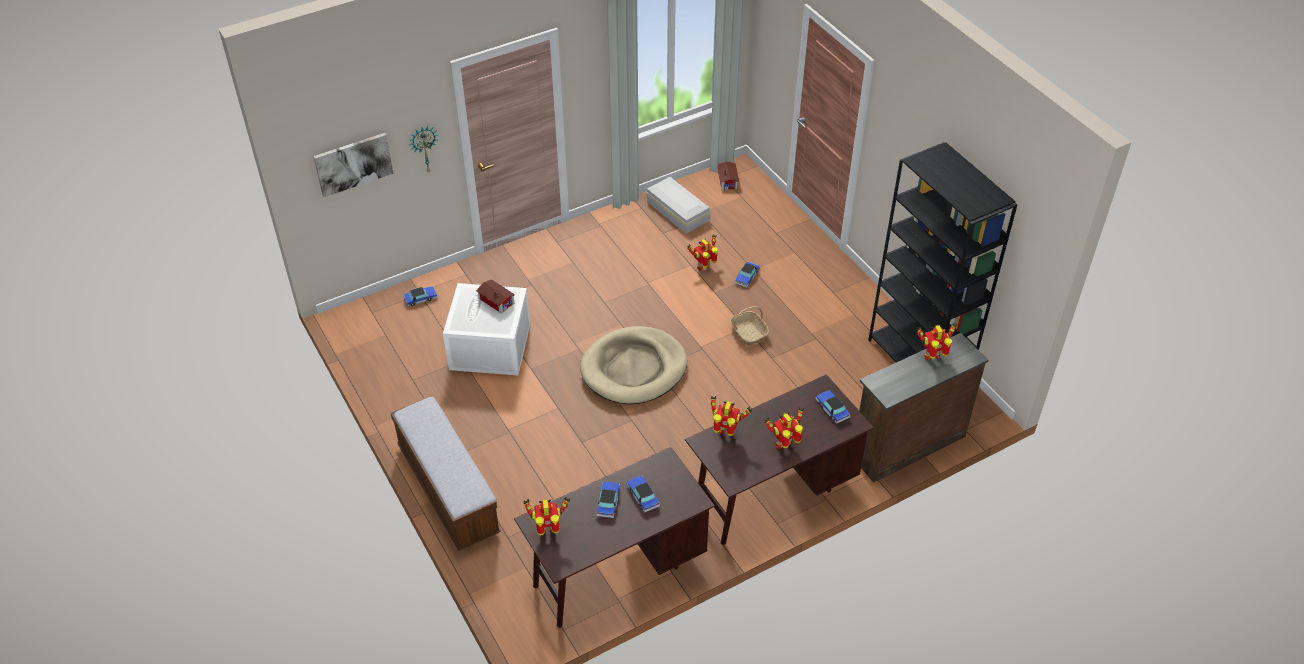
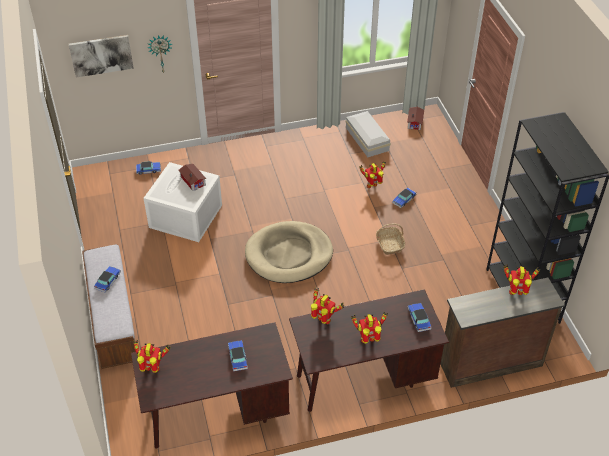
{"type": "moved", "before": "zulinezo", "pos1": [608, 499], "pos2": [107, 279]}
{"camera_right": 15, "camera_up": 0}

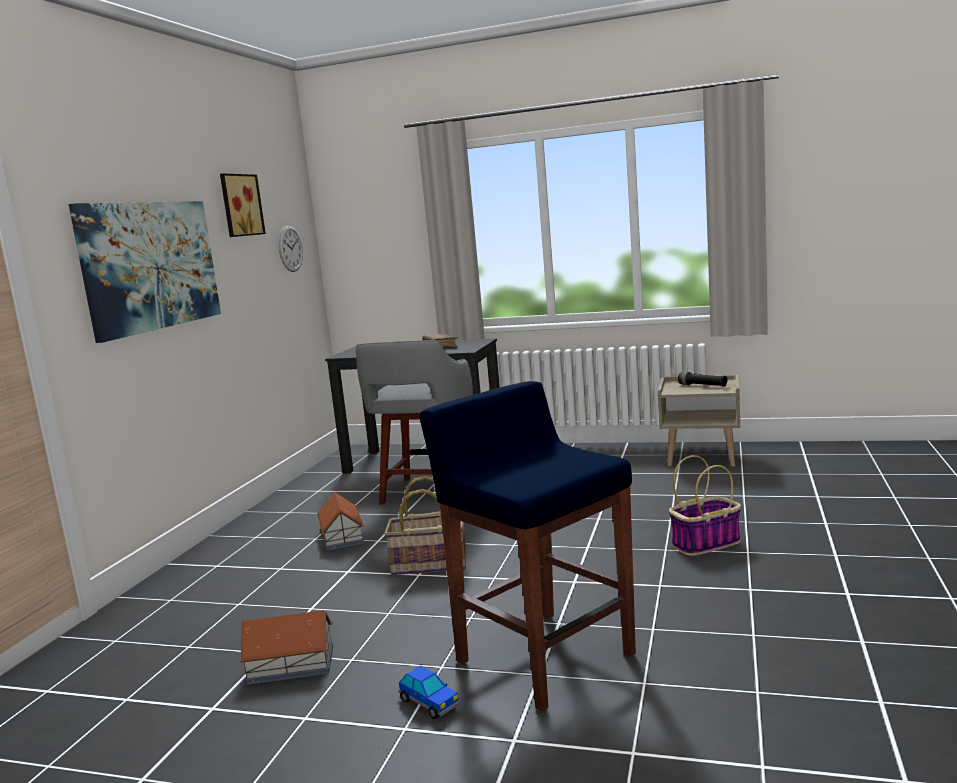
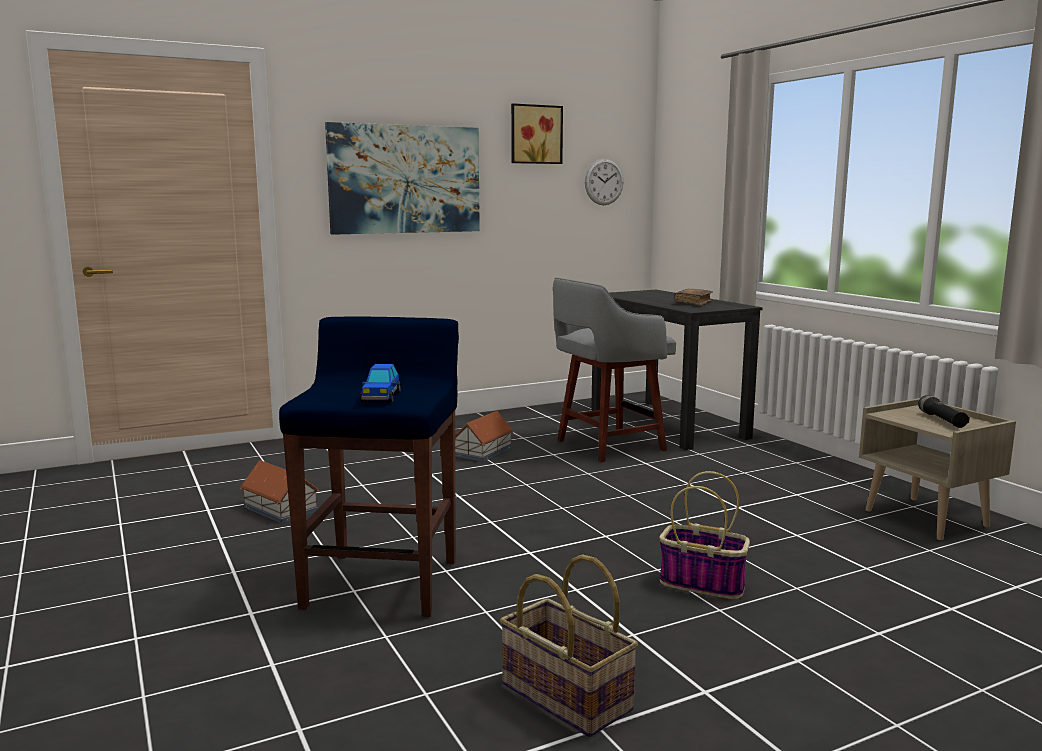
{"type": "moved", "before": "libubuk", "pos1": [425, 525], "pos2": [569, 646]}
{"type": "moved", "before": "zulinezo", "pos1": [430, 692], "pos2": [380, 383]}
{"camera_right": 45, "camera_up": 0}

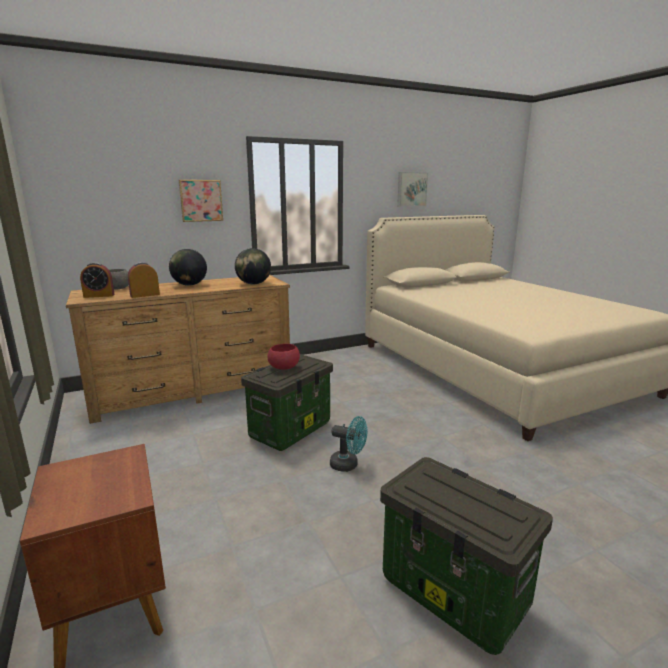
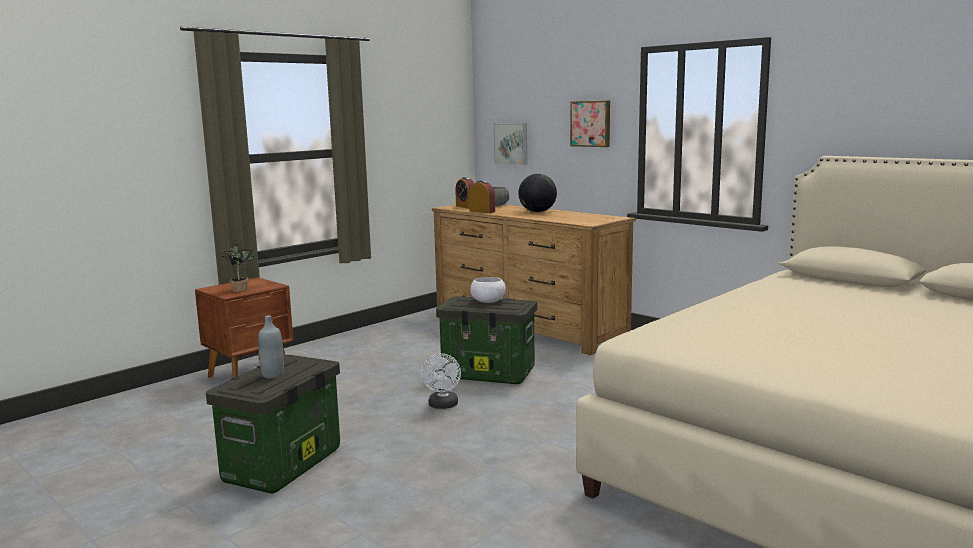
{"type": "removed", "before": "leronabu", "pos1": [253, 266]}
{"type": "added", "after": "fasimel", "pos2": [238, 268]}
{"type": "added", "after": "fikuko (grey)", "pos2": [271, 347]}
{"type": "moved", "before": "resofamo", "pos1": [412, 189], "pos2": [510, 144]}
{"type": "recoloured", "before": "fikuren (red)", "after": "fikuren (white)", "pos1": [283, 357], "pos2": [488, 290]}
{"type": "recoloured", "before": "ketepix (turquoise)", "after": "ketepix (white)", "pos1": [349, 444], "pos2": [441, 381]}
{"camera_right": 70, "camera_up": -5}

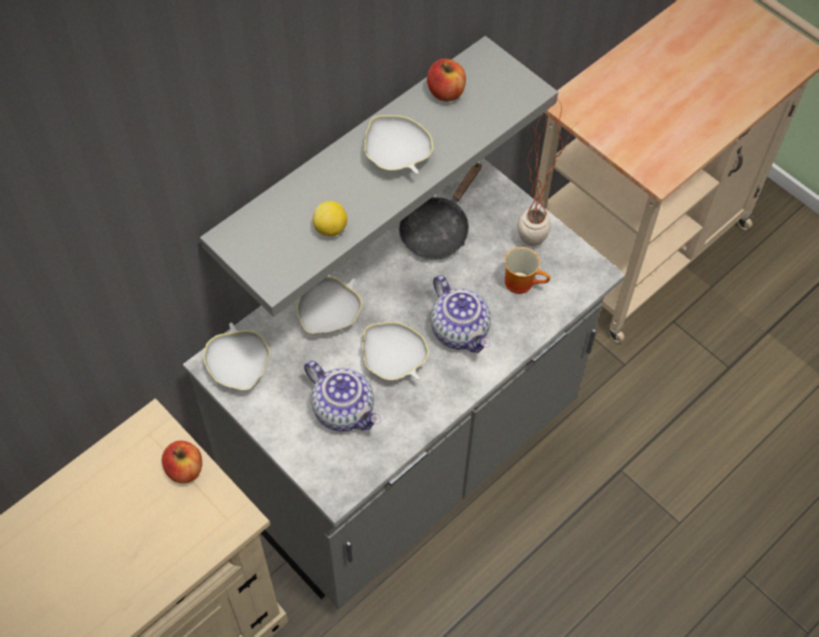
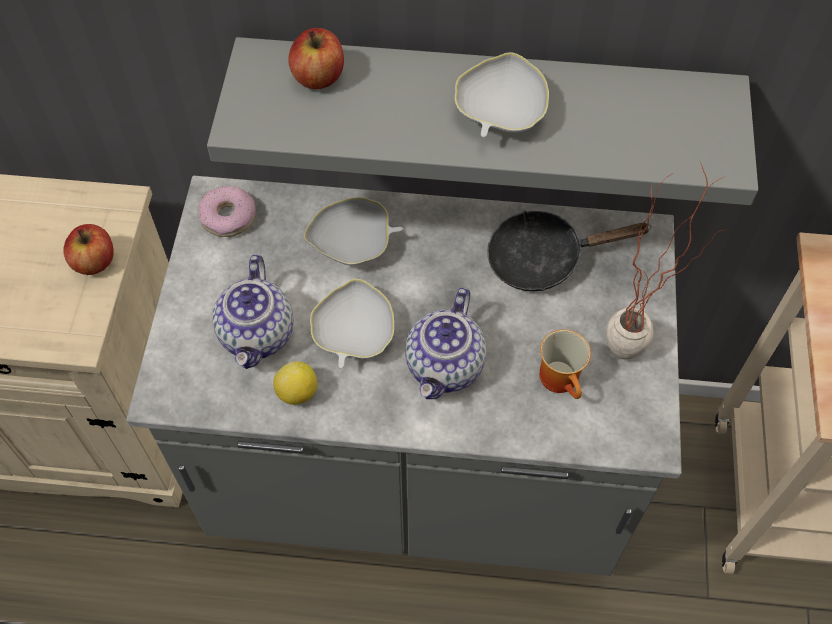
{"type": "moved", "before": "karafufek", "pos1": [330, 218], "pos2": [295, 383]}
{"type": "moved", "before": "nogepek", "pos1": [446, 80], "pos2": [316, 58]}
{"type": "replaced", "before": "fikuren (white)", "after": "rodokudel", "pos1": [236, 357], "pos2": [227, 211]}
{"camera_right": 50, "camera_up": 0}

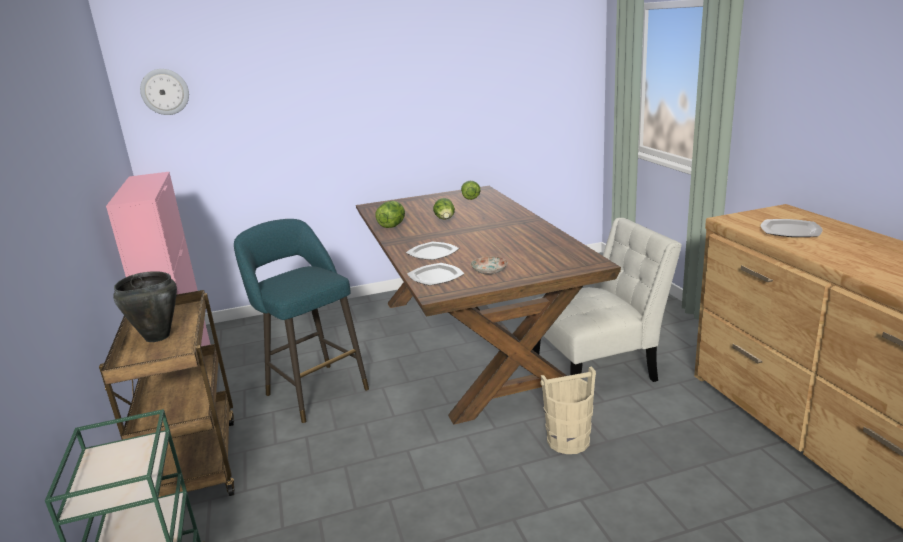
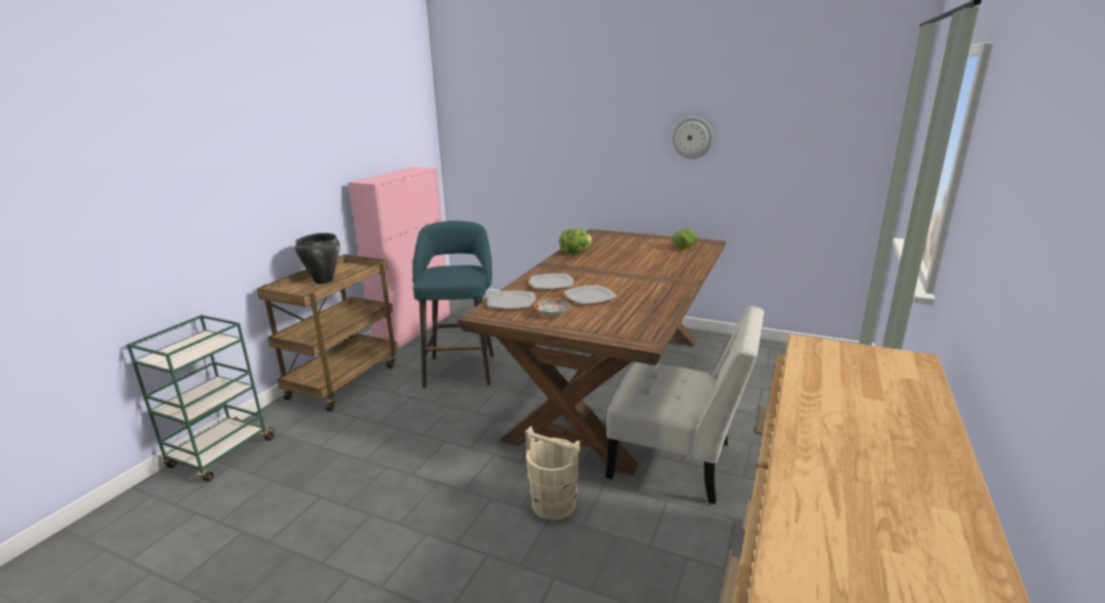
{"type": "removed", "before": "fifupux", "pos1": [444, 209]}
{"type": "moved", "before": "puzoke", "pos1": [164, 92], "pos2": [692, 137]}
{"type": "moved", "before": "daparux", "pos1": [792, 228], "pos2": [590, 294]}
{"camera_right": 40, "camera_up": 0}

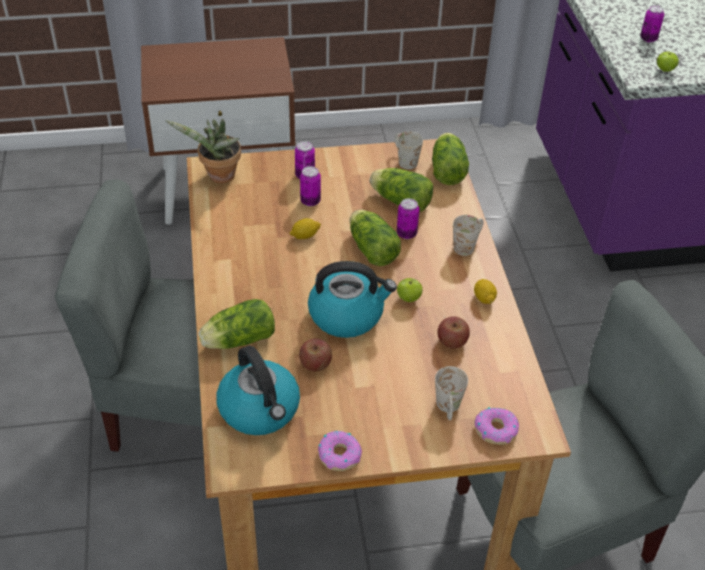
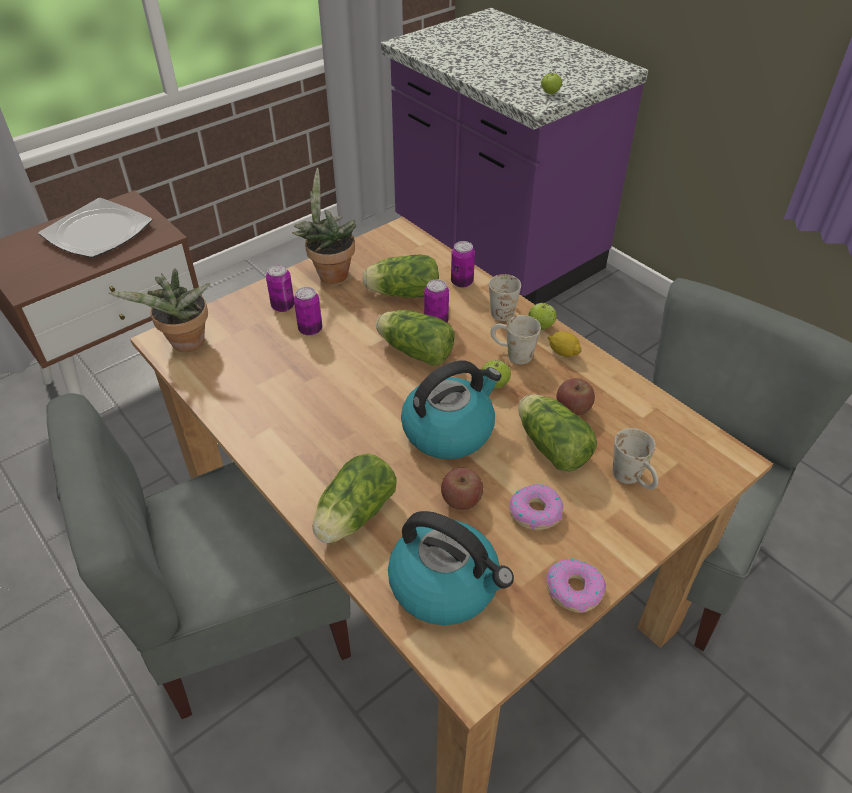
{"type": "removed", "before": "karafufek", "pos1": [305, 228]}
{"type": "added", "after": "daparux", "pos2": [95, 228]}
{"type": "added", "after": "fasimel", "pos2": [324, 225]}
{"type": "added", "after": "nogepek", "pos2": [542, 316]}
{"type": "moved", "before": "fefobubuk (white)", "pos1": [408, 150], "pos2": [515, 339]}
{"type": "moved", "before": "fifupux", "pos1": [450, 159], "pos2": [557, 433]}
{"type": "moved", "before": "rodokudel", "pos1": [496, 426], "pos2": [536, 507]}
{"type": "moved", "before": "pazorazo", "pos1": [652, 23], "pos2": [463, 264]}
{"camera_right": -30, "camera_up": 0}

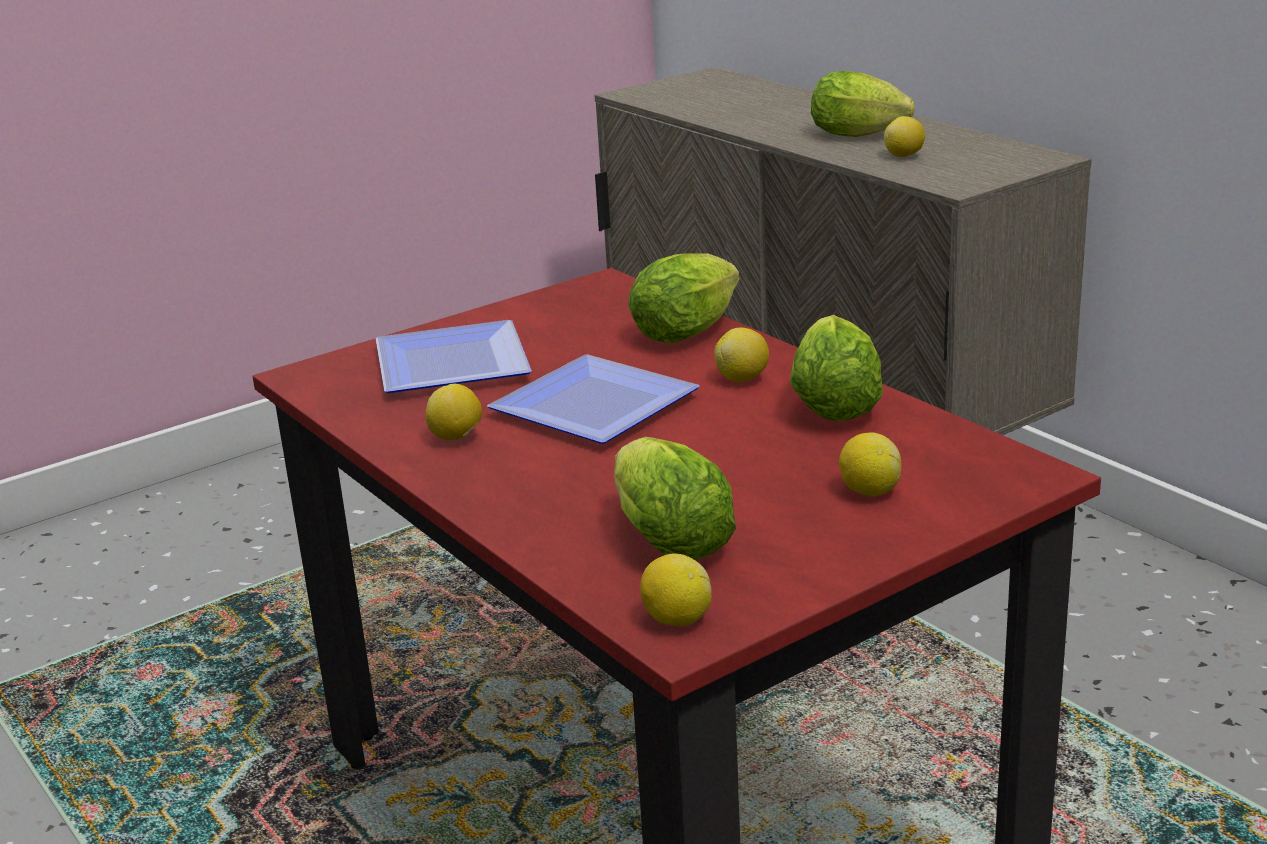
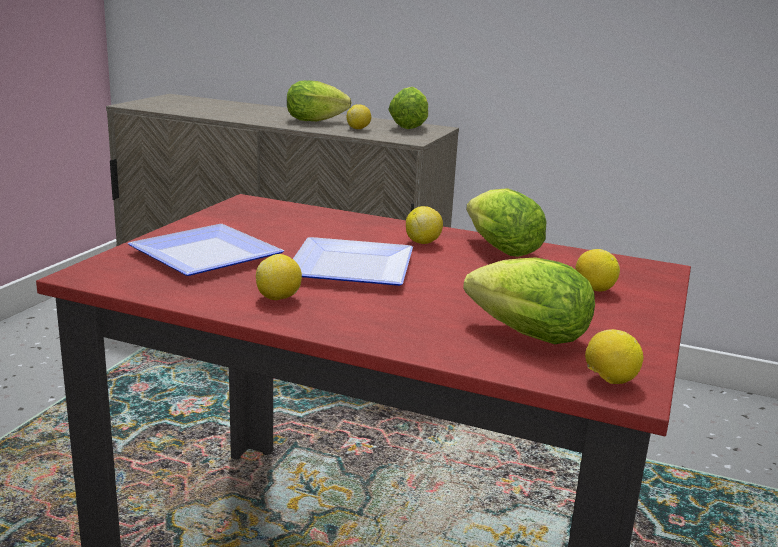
{"type": "moved", "before": "fifupux", "pos1": [683, 298], "pos2": [408, 108]}
{"camera_right": -35, "camera_up": -5}

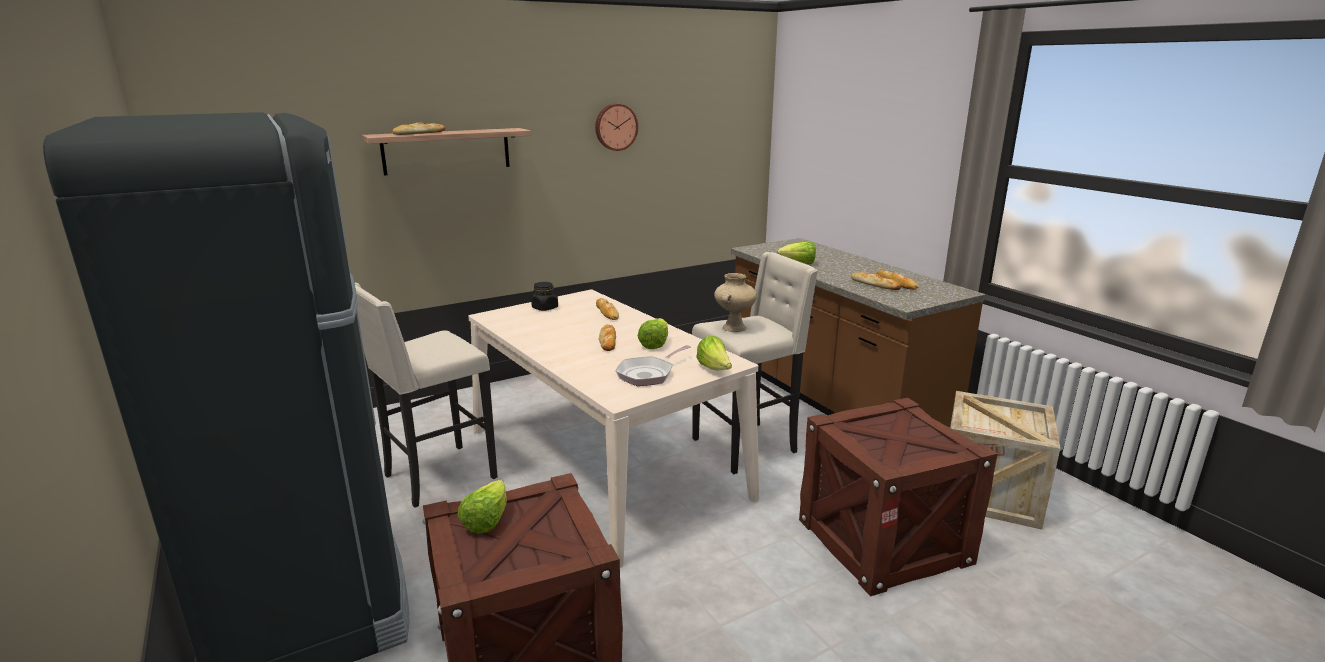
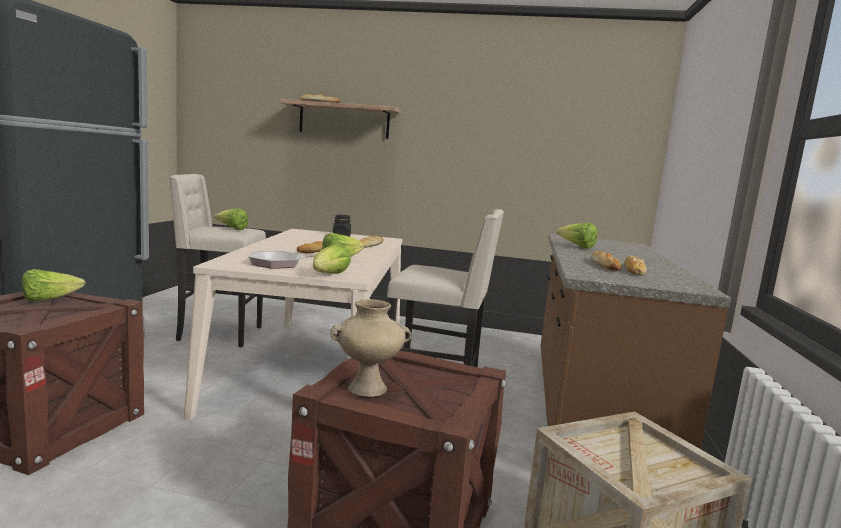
{"type": "removed", "before": "puzoke", "pos1": [616, 127]}
{"type": "added", "after": "fifupux", "pos2": [231, 219]}
{"type": "moved", "before": "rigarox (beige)", "pos1": [735, 302], "pos2": [370, 348]}
{"camera_right": 40, "camera_up": -10}

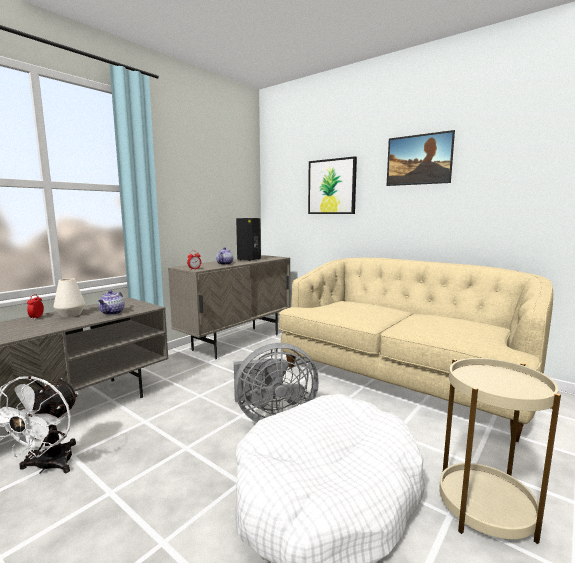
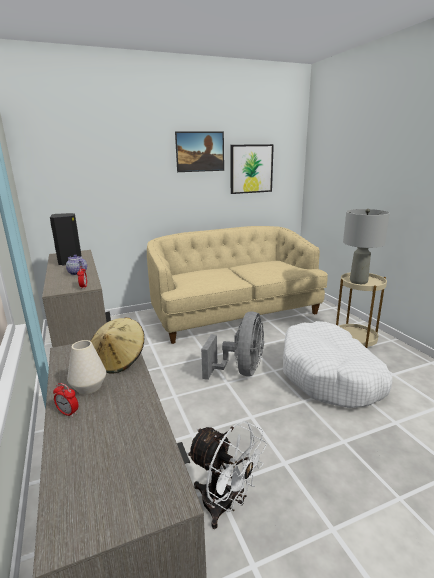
{"type": "added", "after": "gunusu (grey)", "pos2": [366, 246]}
{"type": "moved", "before": "resofamo", "pos1": [332, 185], "pos2": [252, 169]}
{"type": "replaced", "before": "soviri", "after": "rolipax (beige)", "pos1": [111, 302], "pos2": [117, 345]}
{"camera_right": -60, "camera_up": 10}

